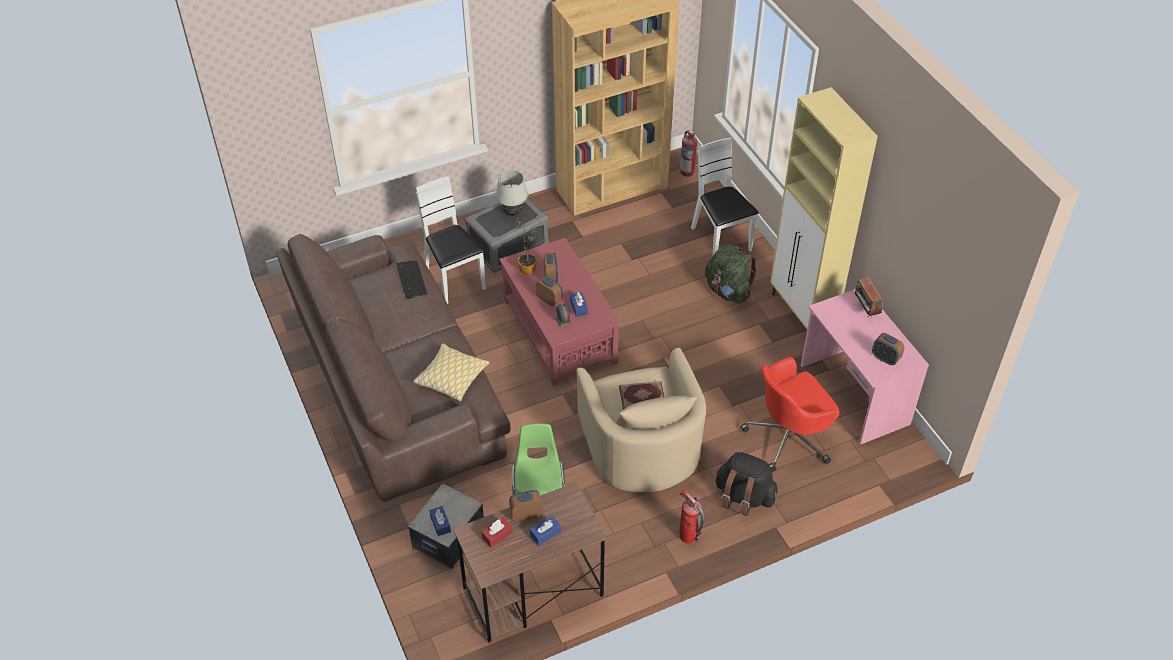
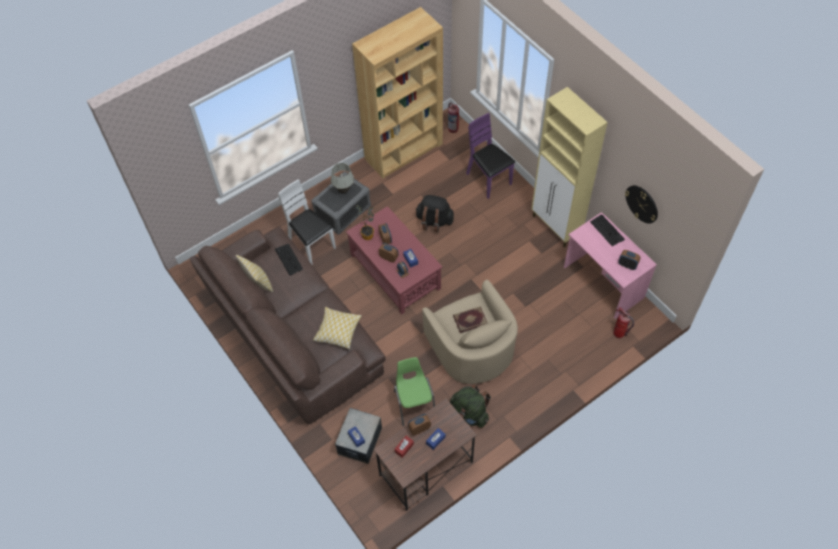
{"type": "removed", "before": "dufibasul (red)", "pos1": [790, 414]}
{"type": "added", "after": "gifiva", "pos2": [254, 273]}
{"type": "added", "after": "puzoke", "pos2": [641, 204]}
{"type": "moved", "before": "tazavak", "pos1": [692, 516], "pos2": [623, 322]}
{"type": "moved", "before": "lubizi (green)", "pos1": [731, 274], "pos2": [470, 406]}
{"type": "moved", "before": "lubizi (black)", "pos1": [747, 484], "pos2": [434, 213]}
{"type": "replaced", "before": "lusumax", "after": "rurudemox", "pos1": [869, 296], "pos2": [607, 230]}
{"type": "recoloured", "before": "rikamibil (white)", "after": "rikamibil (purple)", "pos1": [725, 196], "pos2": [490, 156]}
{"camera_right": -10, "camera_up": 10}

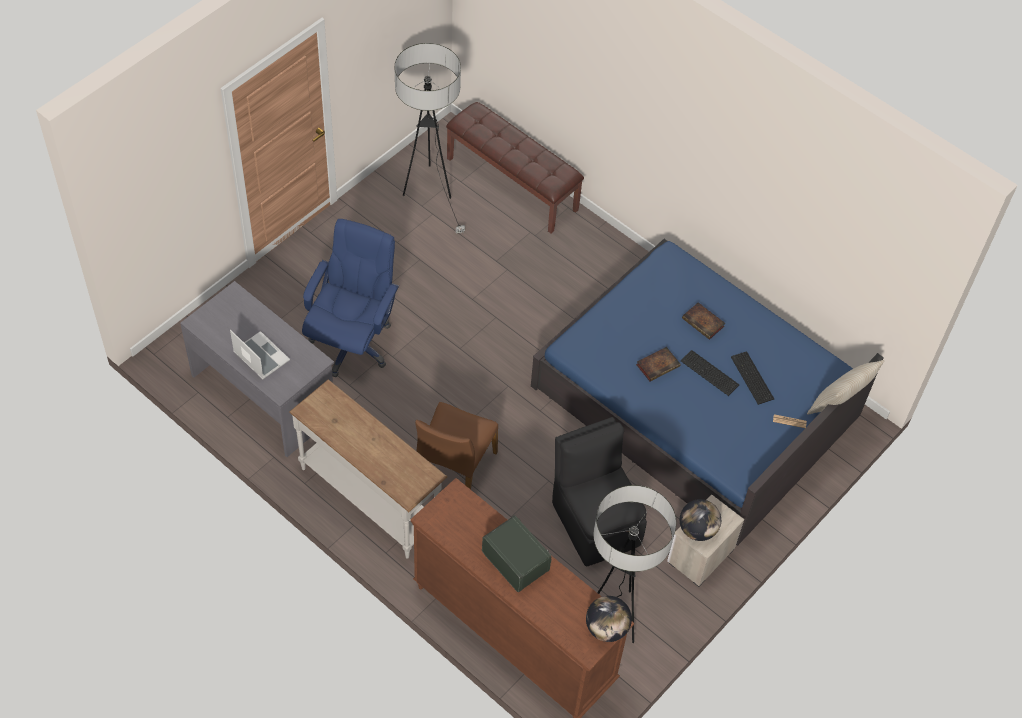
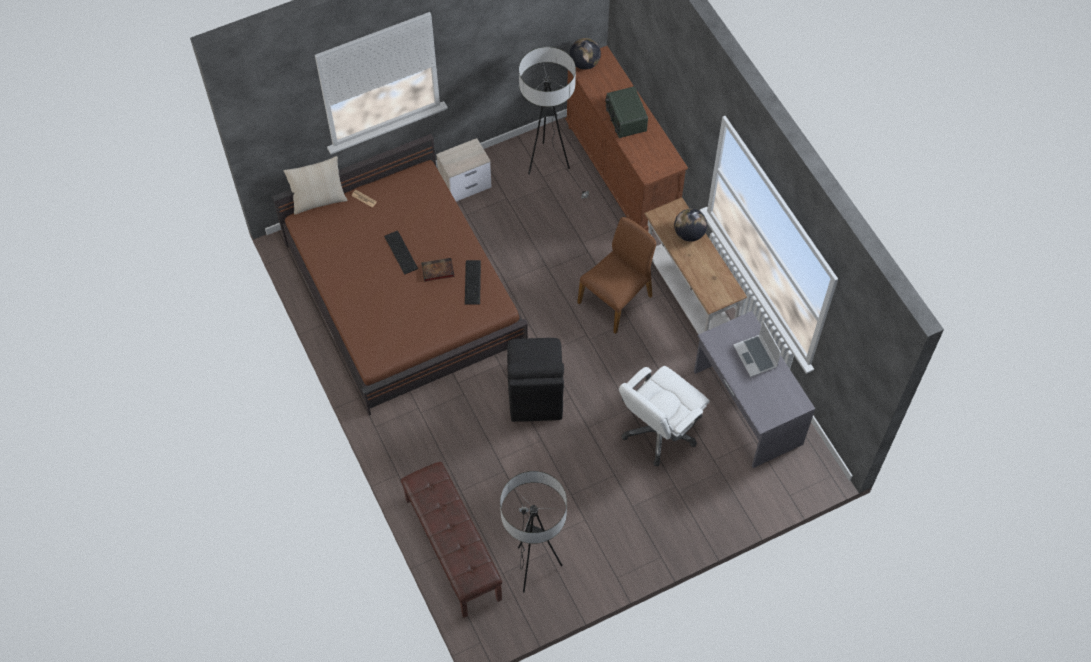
{"type": "removed", "before": "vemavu", "pos1": [703, 321]}
{"type": "moved", "before": "rikamibil (black)", "pos1": [599, 491], "pos2": [535, 380]}
{"type": "moved", "before": "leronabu", "pos1": [700, 520], "pos2": [690, 225]}
{"type": "moved", "before": "rurudemox", "pos1": [752, 378], "pos2": [473, 282]}
{"type": "recoloured", "before": "dufibasul (blue)", "after": "dufibasul (white)", "pos1": [350, 298], "pos2": [664, 416]}
{"type": "recoloured", "before": "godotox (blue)", "after": "godotox (brown)", "pos1": [707, 392], "pos2": [400, 274]}
{"camera_right": -155, "camera_up": 5}

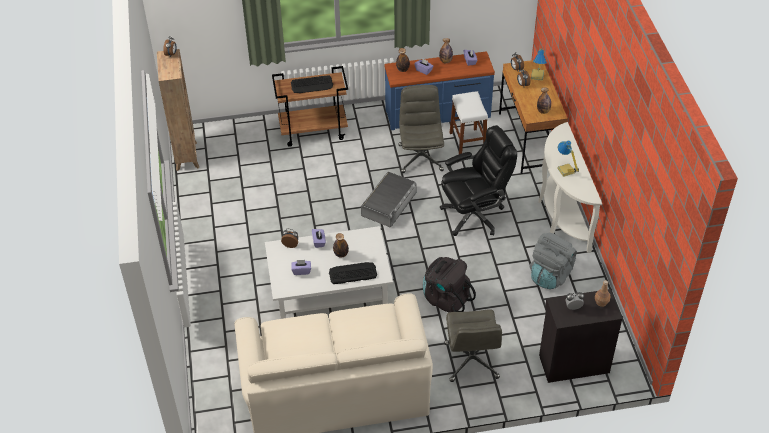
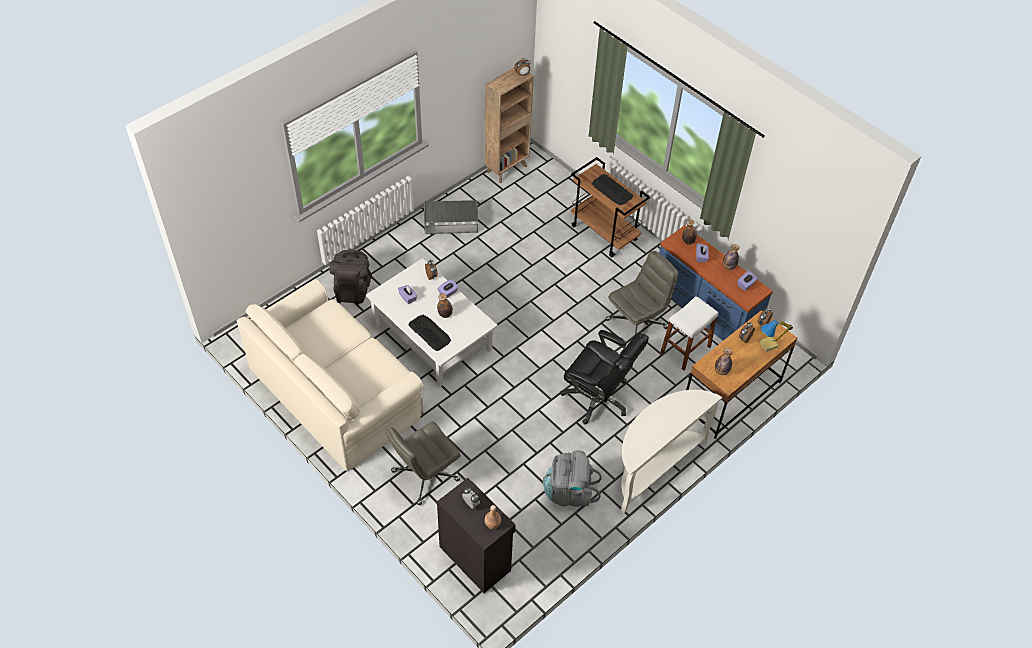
{"type": "removed", "before": "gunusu", "pos1": [568, 159]}
{"type": "moved", "before": "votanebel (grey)", "pos1": [389, 199], "pos2": [451, 217]}
{"type": "moved", "before": "lubizi (black)", "pos1": [449, 285], "pos2": [351, 277]}
{"camera_right": 55, "camera_up": 5}

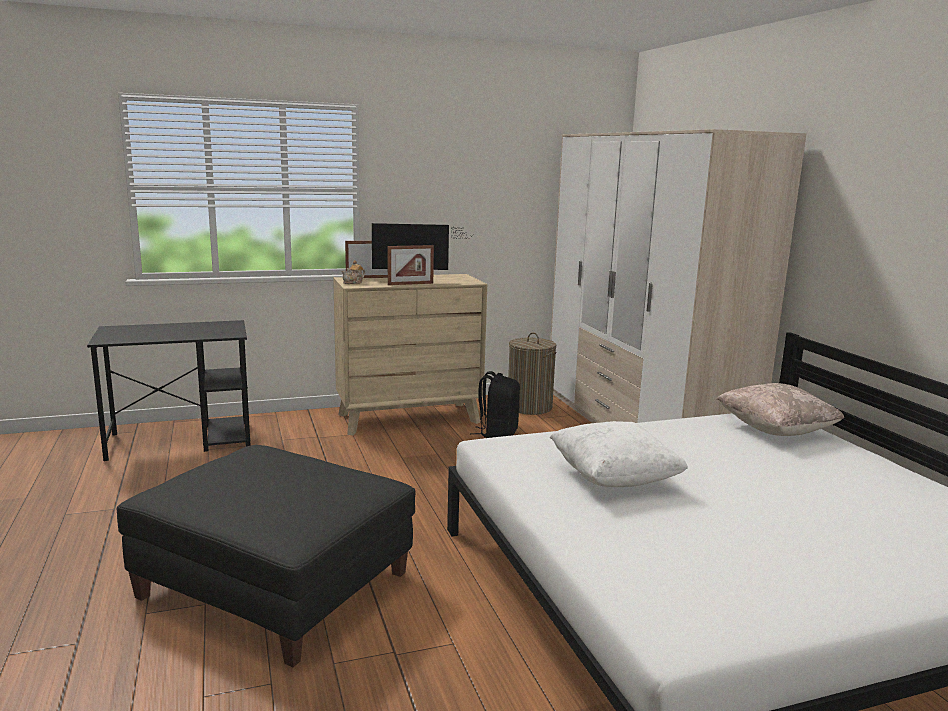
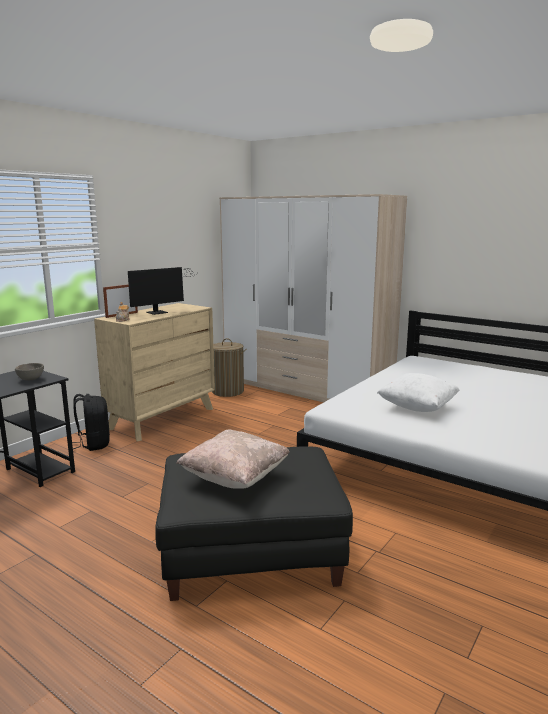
{"type": "removed", "before": "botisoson", "pos1": [411, 265]}
{"type": "added", "after": "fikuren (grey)", "pos2": [29, 372]}
{"type": "moved", "before": "lubizi (black)", "pos1": [495, 404], "pos2": [91, 422]}
{"type": "moved", "before": "gifiva (beige)", "pos1": [780, 409], "pos2": [233, 459]}
{"camera_right": -35, "camera_up": 0}

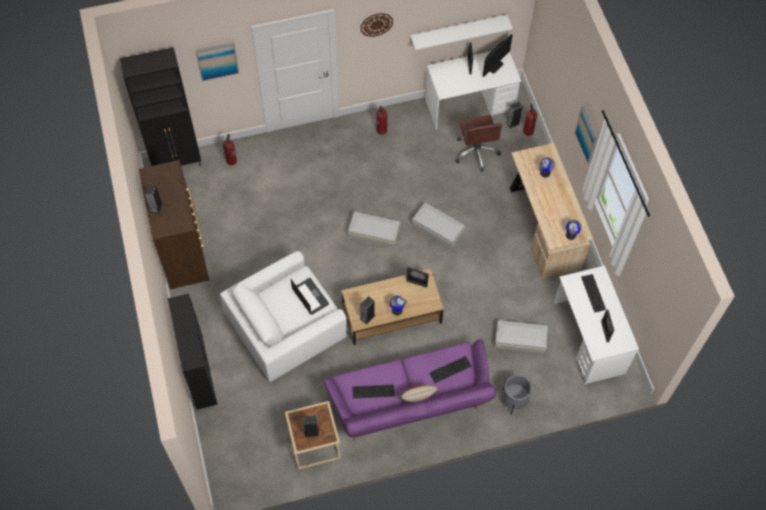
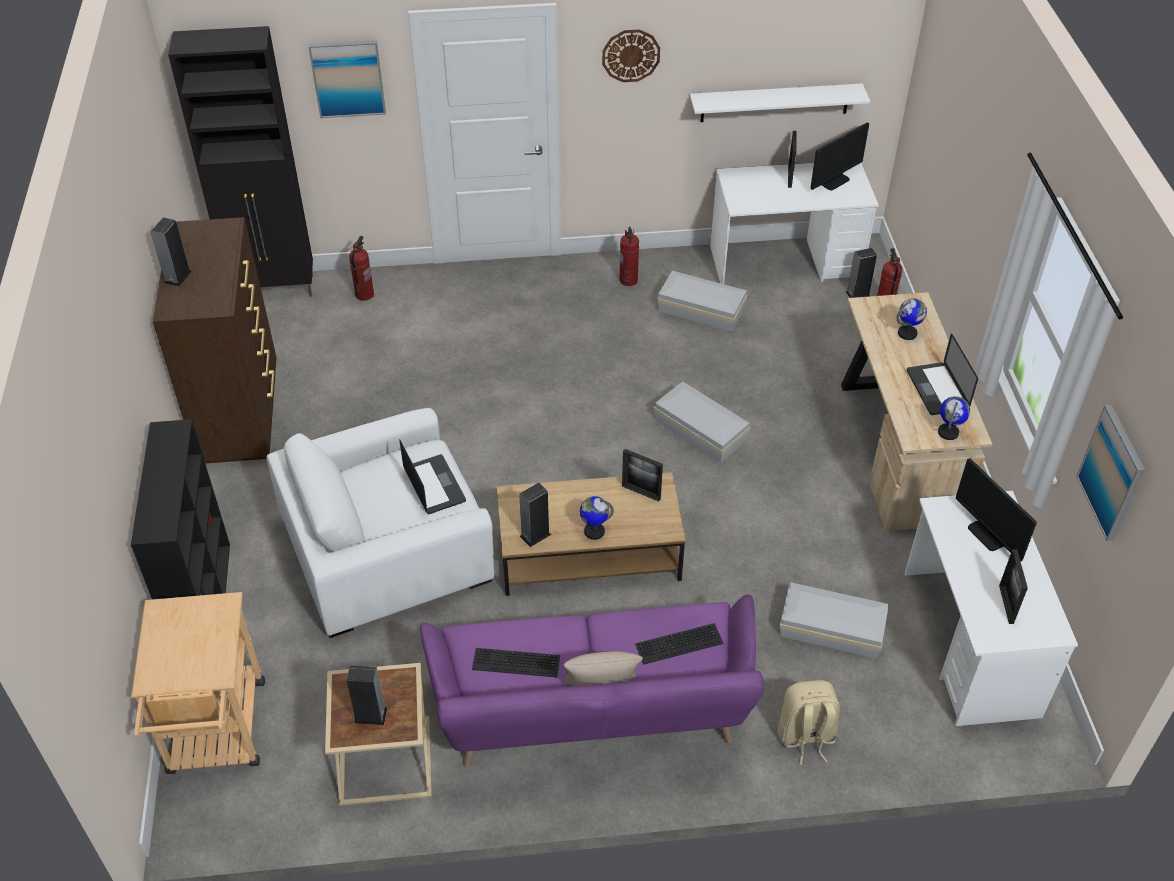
{"type": "removed", "before": "dufibasul (brown)", "pos1": [478, 143]}
{"type": "added", "after": "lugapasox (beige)", "pos2": [198, 683]}
{"type": "added", "after": "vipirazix", "pos2": [942, 374]}
{"type": "moved", "before": "votanebel (white)", "pos1": [374, 229], "pos2": [702, 301]}
{"type": "moved", "before": "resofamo", "pos1": [587, 134], "pos2": [1110, 473]}
{"type": "replaced", "before": "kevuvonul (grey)", "after": "lubizi (beige)", "pos1": [517, 394], "pos2": [808, 722]}
{"type": "replaced", "before": "rurudemox", "after": "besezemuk", "pos1": [593, 293], "pos2": [996, 509]}
{"camera_right": 10, "camera_up": -15}

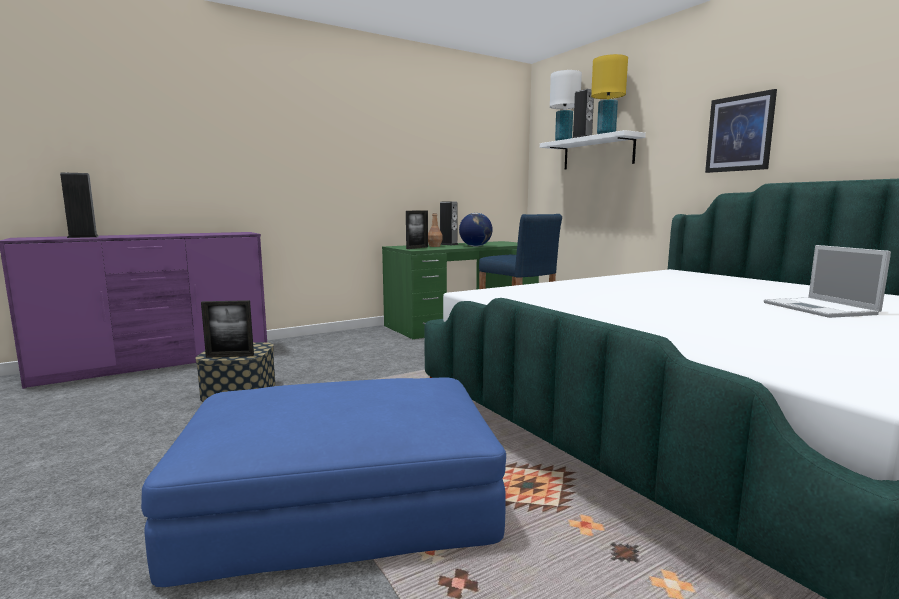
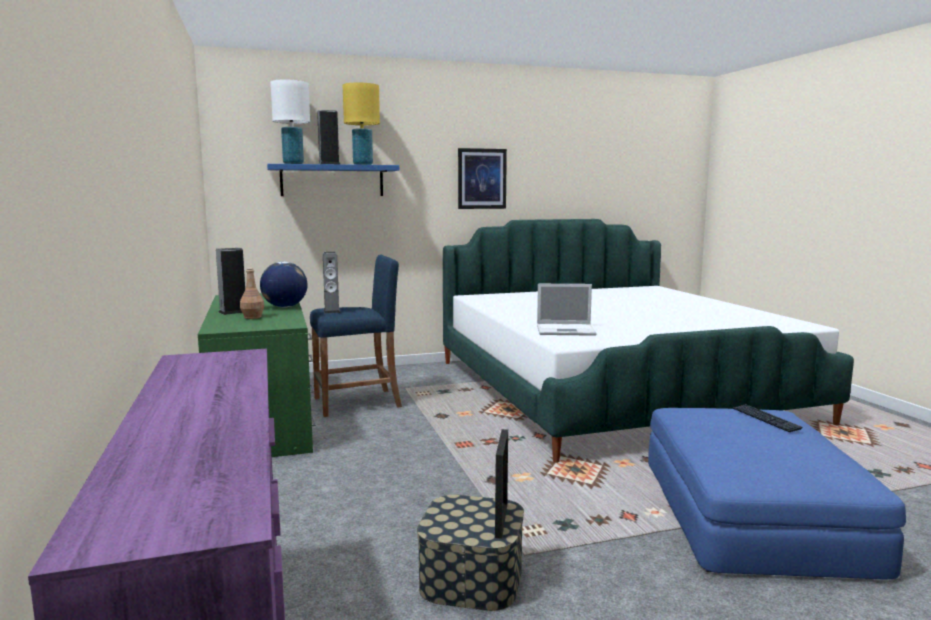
{"type": "removed", "before": "botisoson", "pos1": [417, 230]}
{"type": "added", "after": "rurudemox", "pos2": [767, 418]}
{"type": "moved", "before": "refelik", "pos1": [79, 205], "pos2": [331, 283]}
{"type": "moved", "before": "vipirazix", "pos1": [827, 281], "pos2": [566, 310]}
{"type": "recoloured", "before": "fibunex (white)", "after": "fibunex (blue)", "pos1": [593, 150], "pos2": [333, 180]}
{"camera_right": -75, "camera_up": 0}

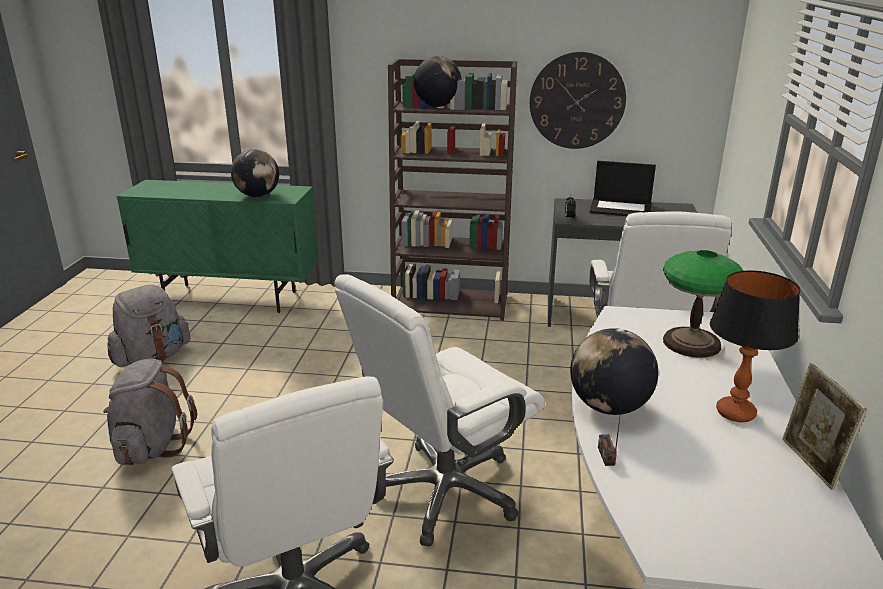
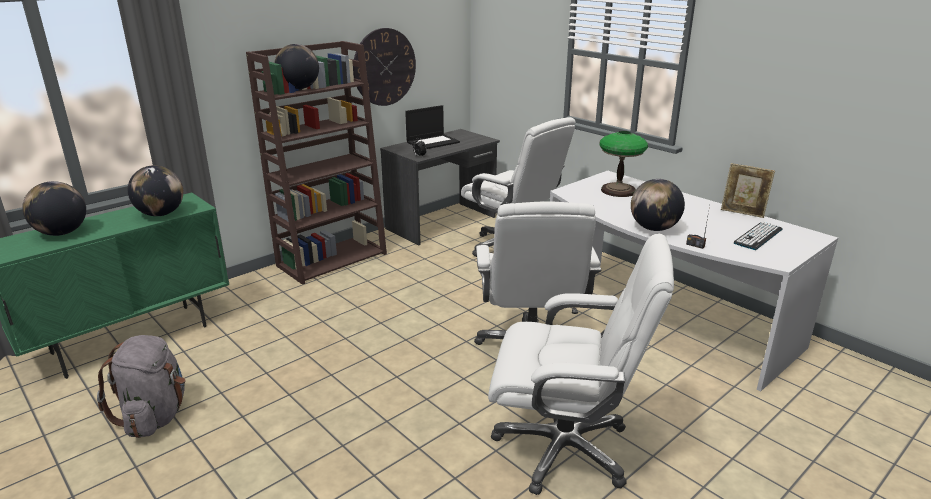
{"type": "removed", "before": "lubizi (grey)", "pos1": [150, 412]}
{"type": "removed", "before": "gunusu", "pos1": [755, 346]}
{"type": "added", "after": "leronabu", "pos2": [54, 208]}
{"type": "added", "after": "rurudemox", "pos2": [758, 236]}
{"camera_right": -50, "camera_up": 0}

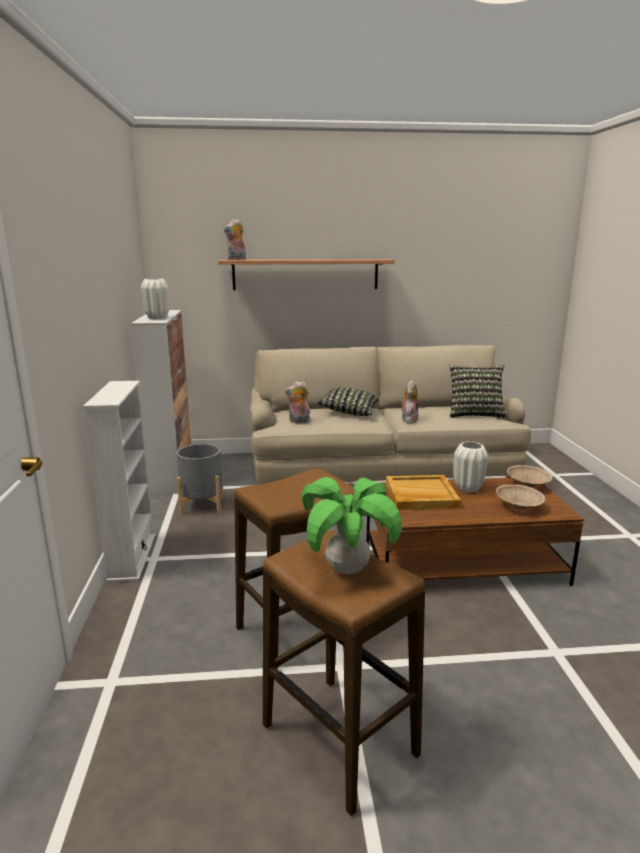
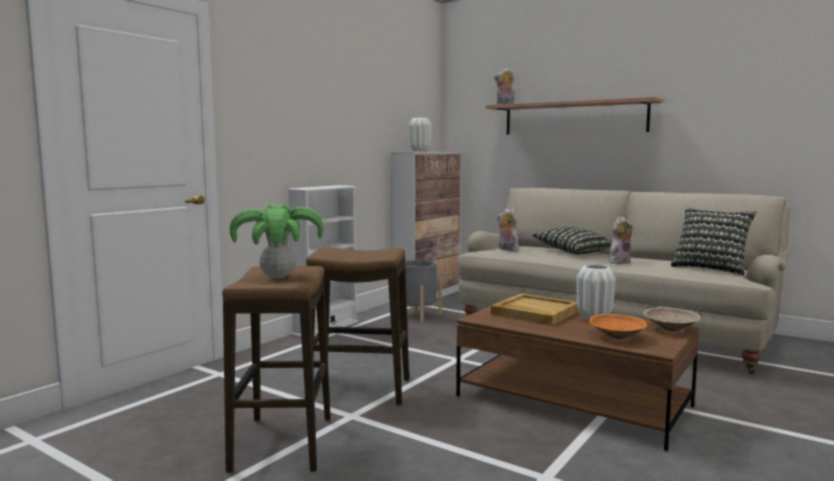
{"type": "recoloured", "before": "fikuren (beige)", "after": "fikuren (orange)", "pos1": [520, 497], "pos2": [618, 326]}
{"camera_right": 40, "camera_up": -10}

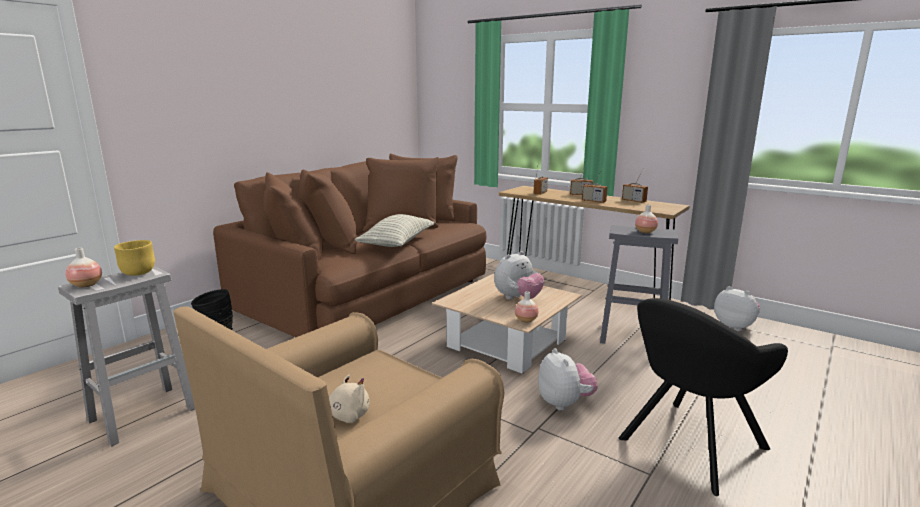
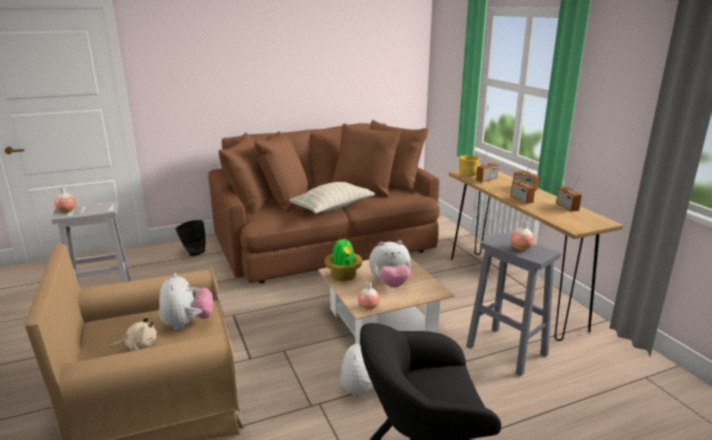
{"type": "added", "after": "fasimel", "pos2": [343, 259]}
{"type": "moved", "before": "fikuren (yellow)", "pos1": [134, 258], "pos2": [469, 166]}
{"type": "moved", "before": "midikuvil", "pos1": [737, 308], "pos2": [186, 301]}
{"camera_right": 30, "camera_up": 5}

